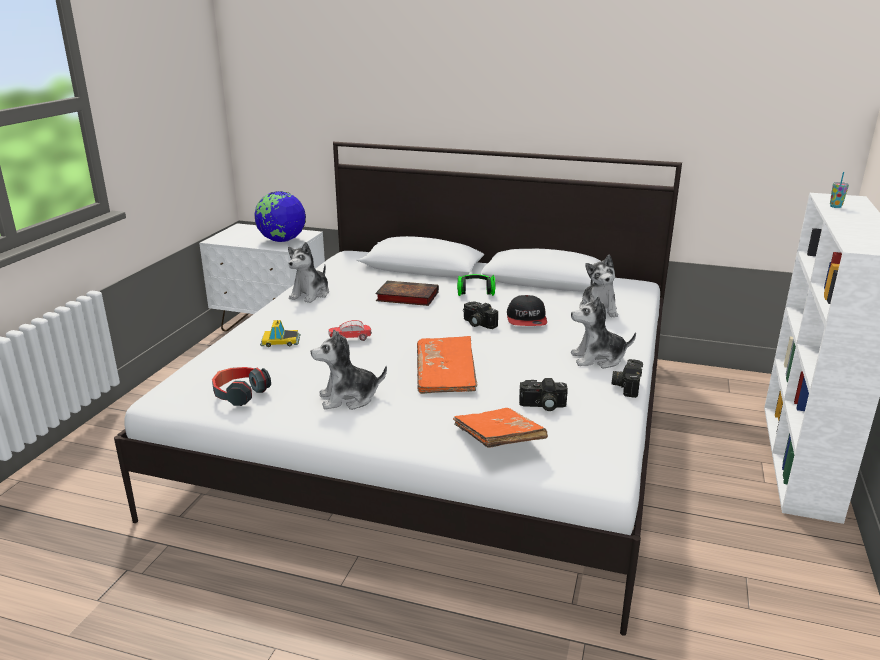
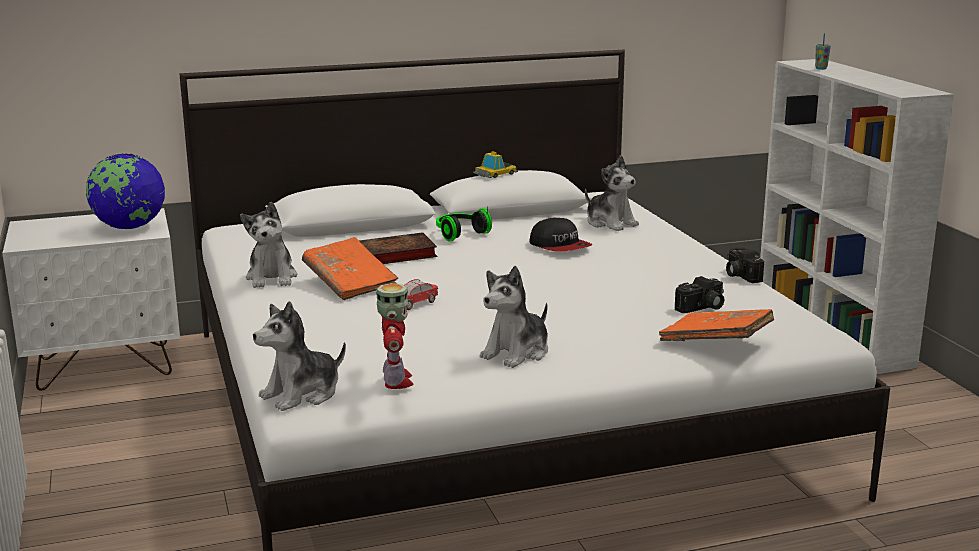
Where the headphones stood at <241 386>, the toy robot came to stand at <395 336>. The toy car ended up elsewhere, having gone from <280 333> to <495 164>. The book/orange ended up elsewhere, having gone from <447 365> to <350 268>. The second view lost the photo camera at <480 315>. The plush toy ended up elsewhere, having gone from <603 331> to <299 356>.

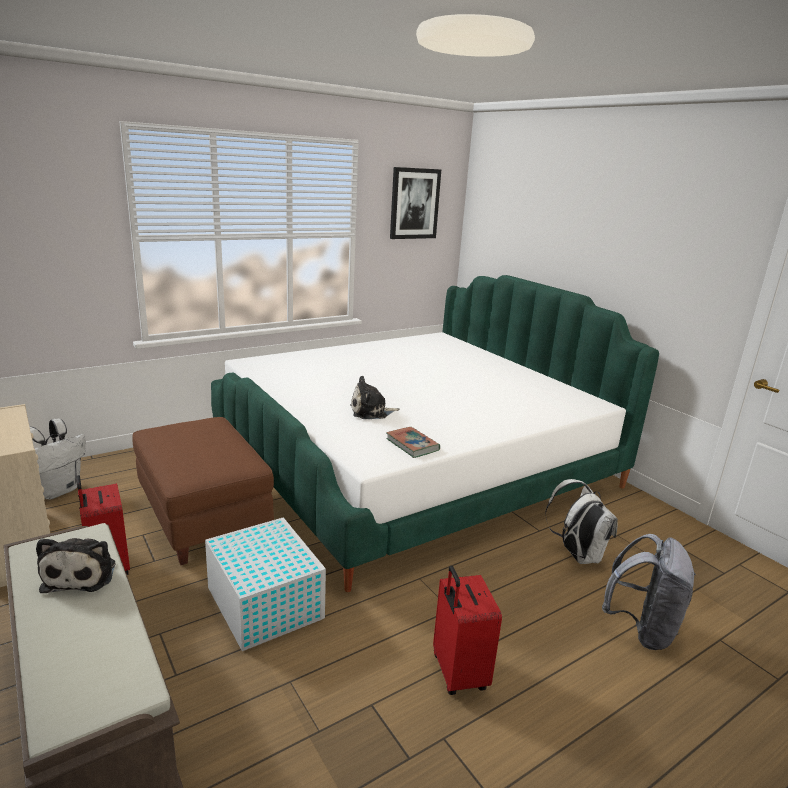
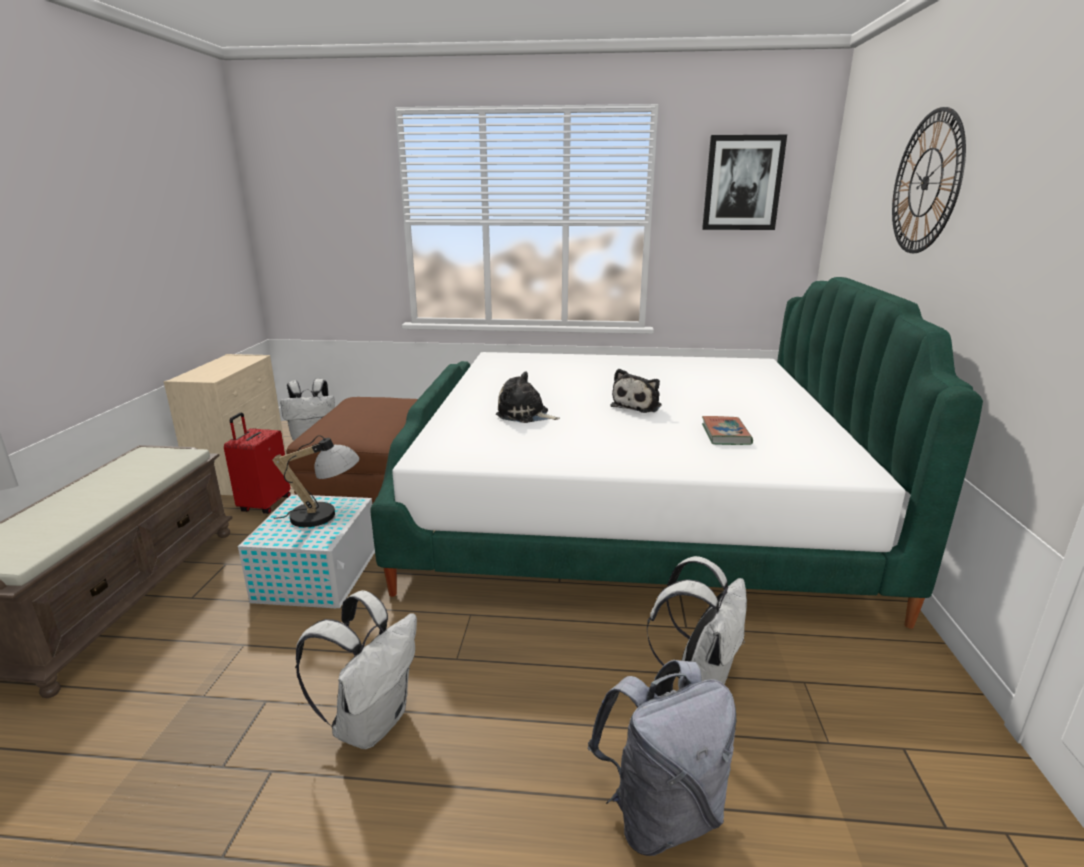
The plush toy ended up elsewhere, having gone from <75 565> to <636 391>. The book ended up elsewhere, having gone from <413 442> to <727 430>. Where the suitcase/red stood at <467 630>, the backpack/white came to stand at <356 669>. The second view gained the table lamp at <316 481>. The second view gained the wall clock at <929 180>.

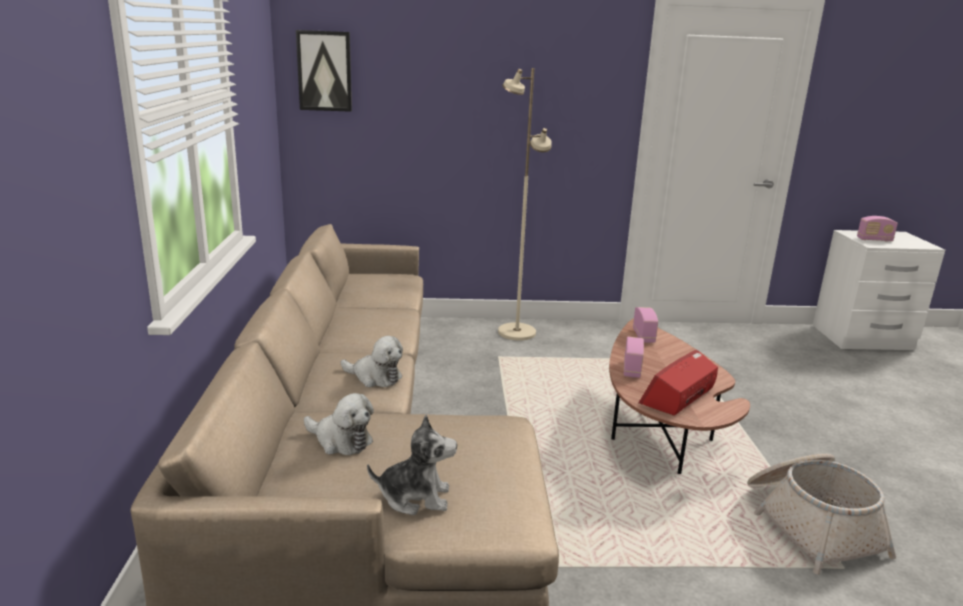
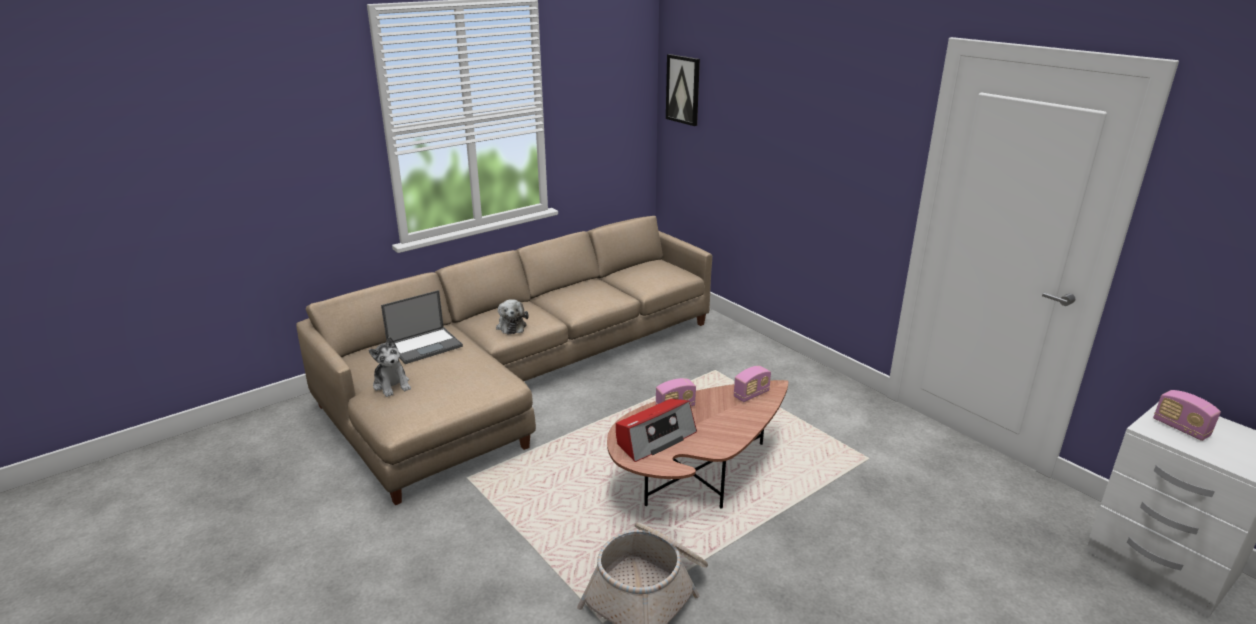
Where the plush toy stood at <339 424>, the laptop came to stand at <422 327>. The second view lost the floor lamp/beige at <525 204>. The radio at <678 382> ended up facing another way, 135 degrees clockwise from before.

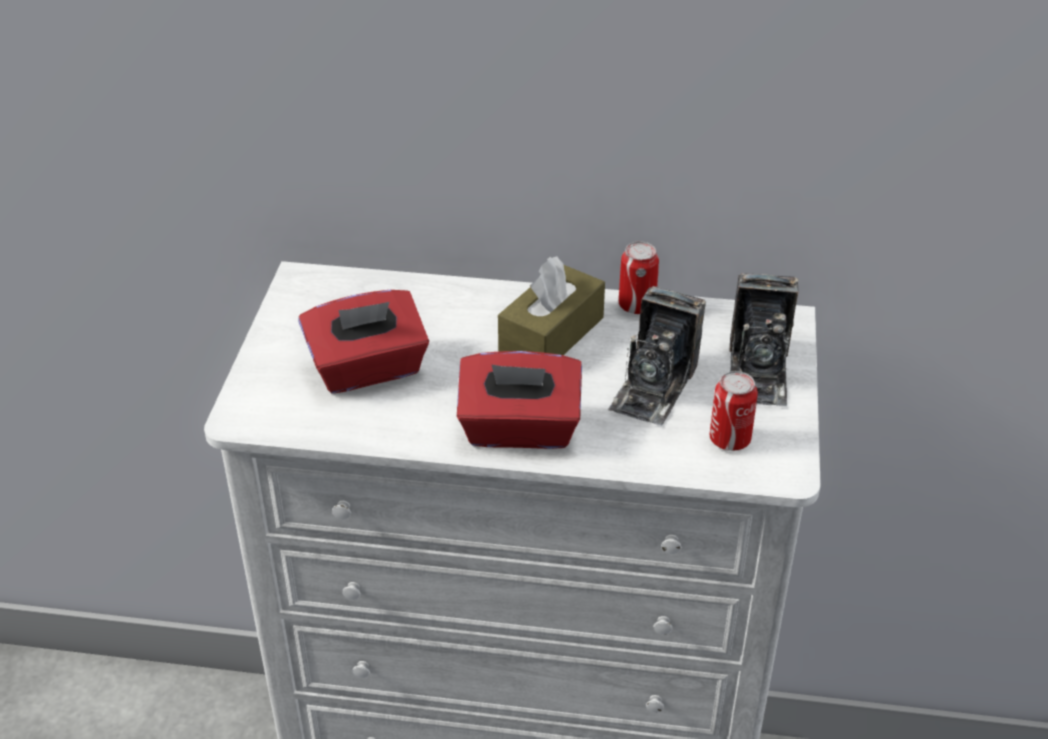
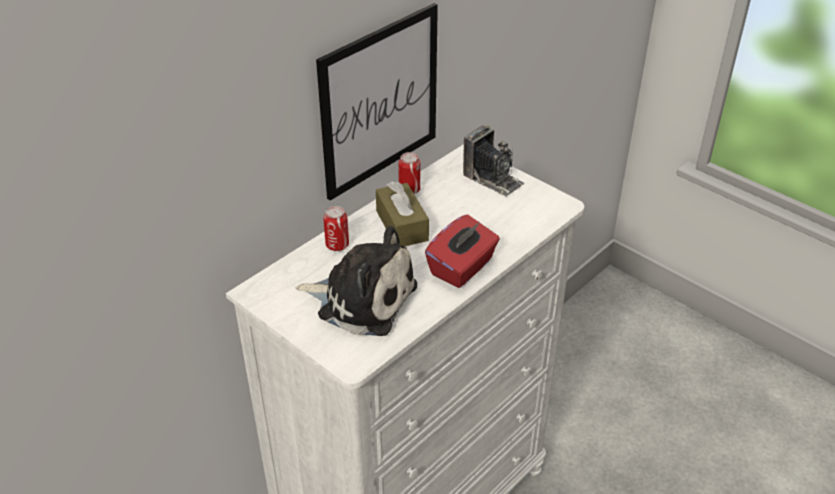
Where the tissue box/red stood at <364 342>, the plush toy came to stand at <356 281>. The second view lost the photo camera at <657 356>. The can ended up elsewhere, having gone from <733 411> to <336 228>. The second view gained the picture at <377 102>.

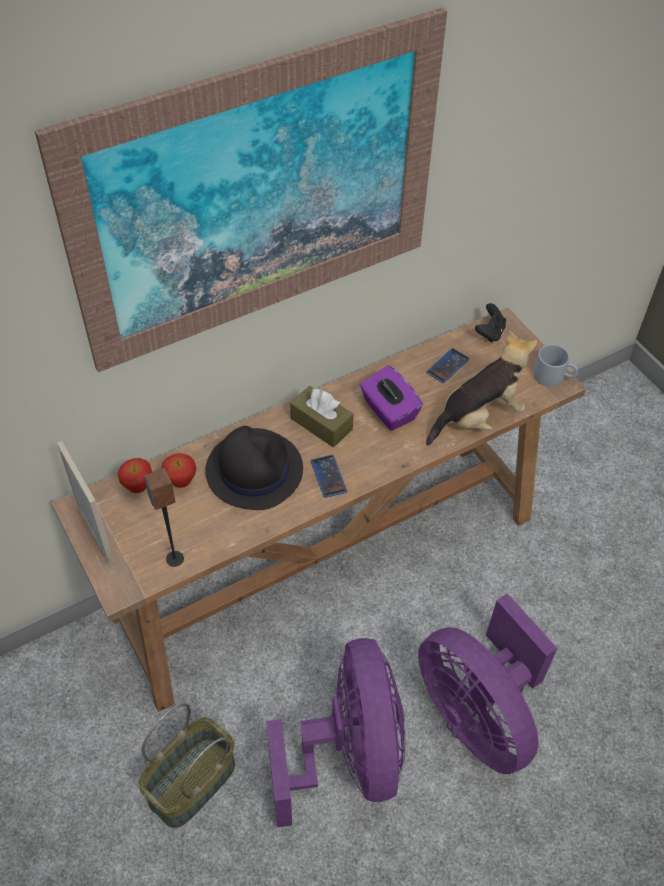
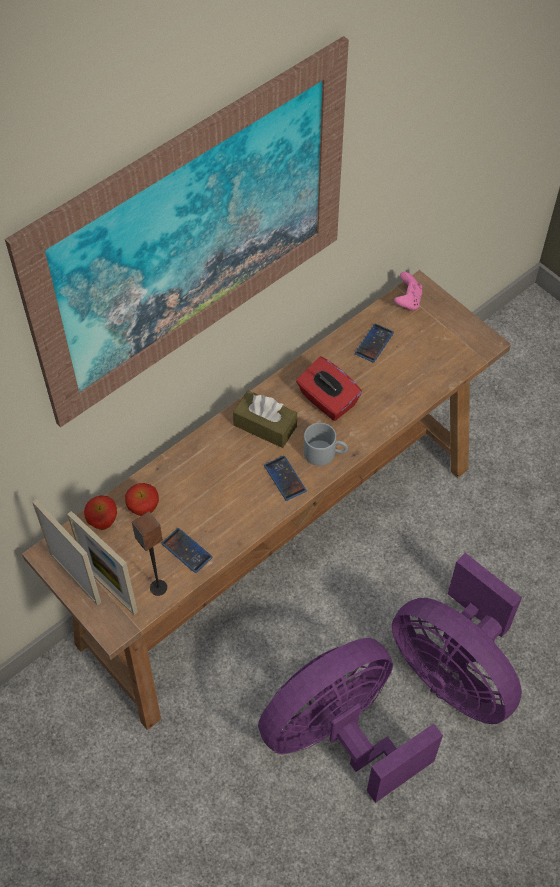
The second view lost the basket at <187 765>. The second view lost the hat/black at <254 468>. The fan/purple at <335 733> ended up facing another way, 105 degrees counterclockwise from before. What was the tissue box/purple at <391 398> turned into the tissue box/red at <329 389>. The second view lost the plush toy at <481 387>. What was the game controller/black at <490 323> turned into the game controller/pink at <408 291>. The mug/grey ended up elsewhere, having gone from <555 365> to <325 444>. The second view gained the picture frame at <102 563>. The second view gained the phone at <186 550>.

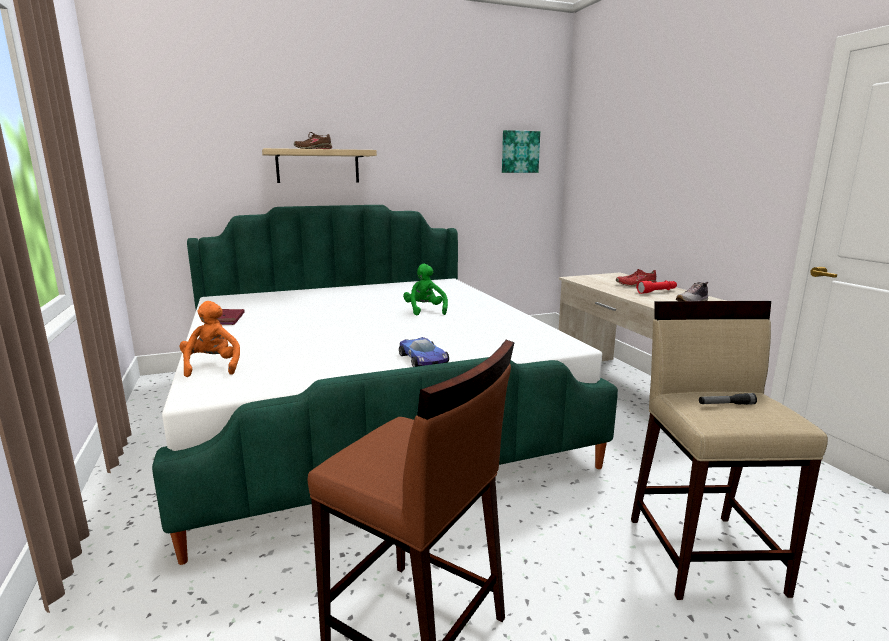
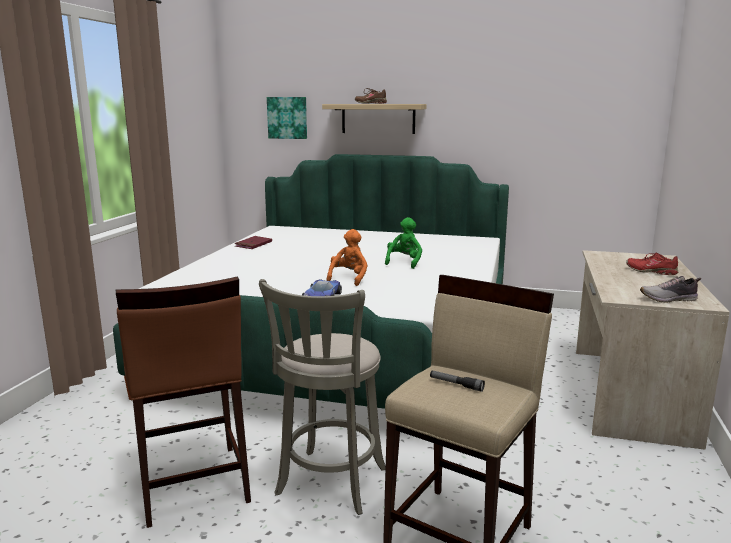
The plush toy/orange ended up elsewhere, having gone from <210 339> to <347 257>. The picture ended up elsewhere, having gone from <521 151> to <287 118>. The second view lost the flashlight/red at <656 287>. The second view gained the stool/grey at <322 397>.

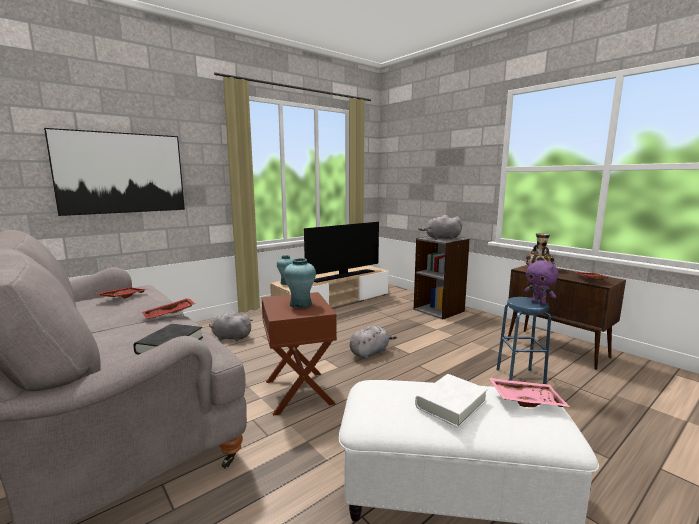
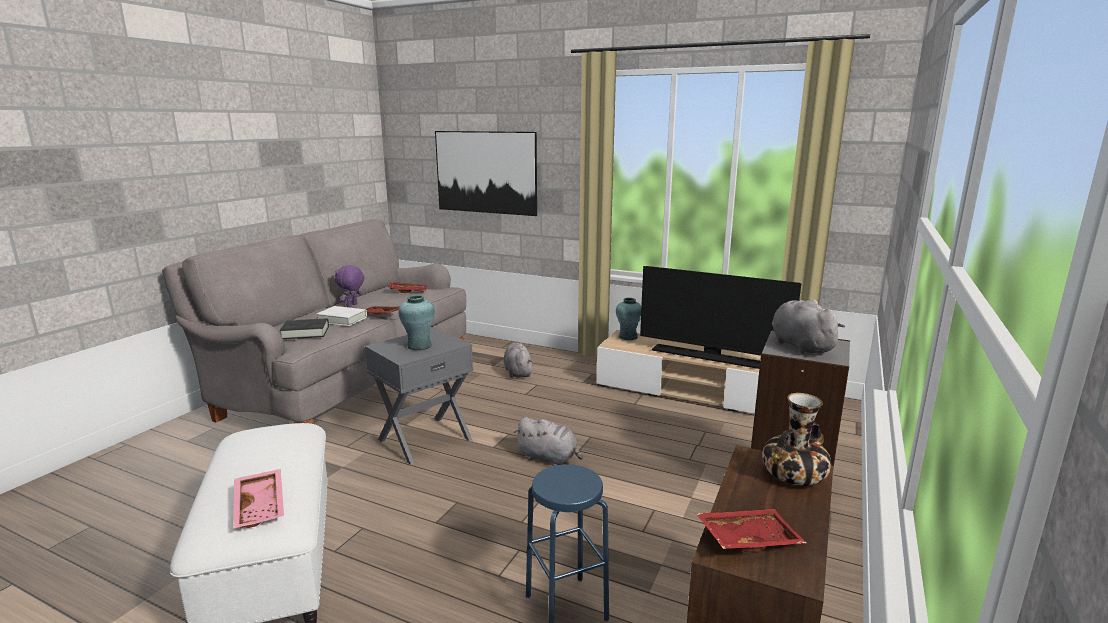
What was the side table/brown at <299 354> turned into the side table/grey at <419 396>. The book/white ended up elsewhere, having gone from <451 401> to <341 316>. The plush toy/purple ended up elsewhere, having gone from <541 282> to <349 286>.

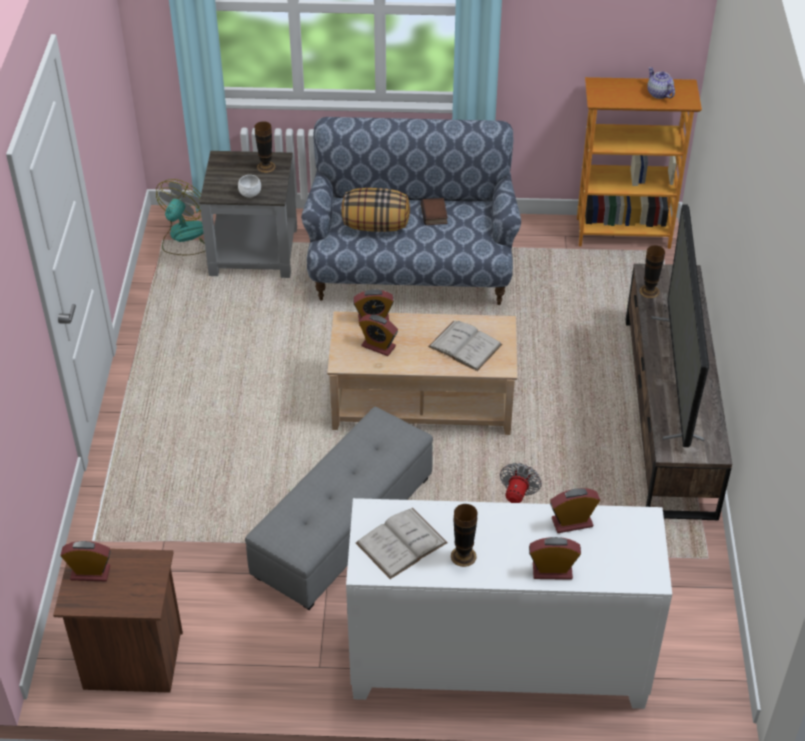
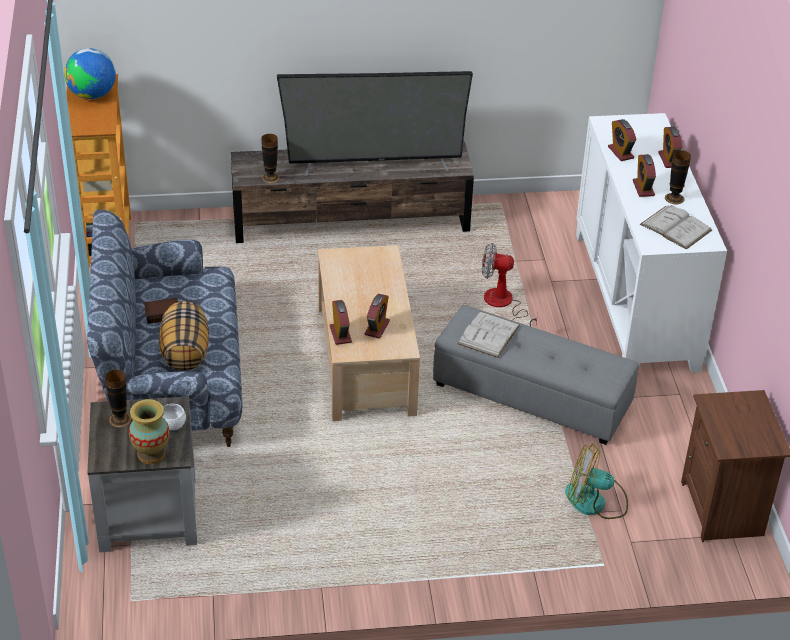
The alarm clock ended up elsewhere, having gone from <85 561> to <644 175>. The fan ended up elsewhere, having gone from <181 217> to <596 481>. The book/white ended up elsewhere, having gone from <465 345> to <489 335>. Where the teapot stood at <661 83>, the globe came to stand at <90 73>. The second view gained the vase at <149 431>.

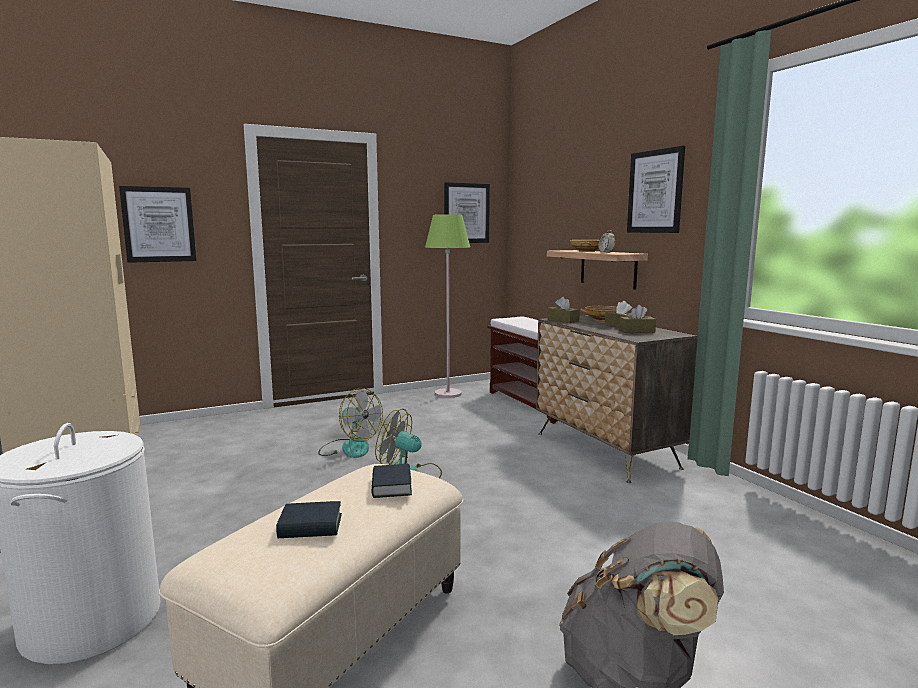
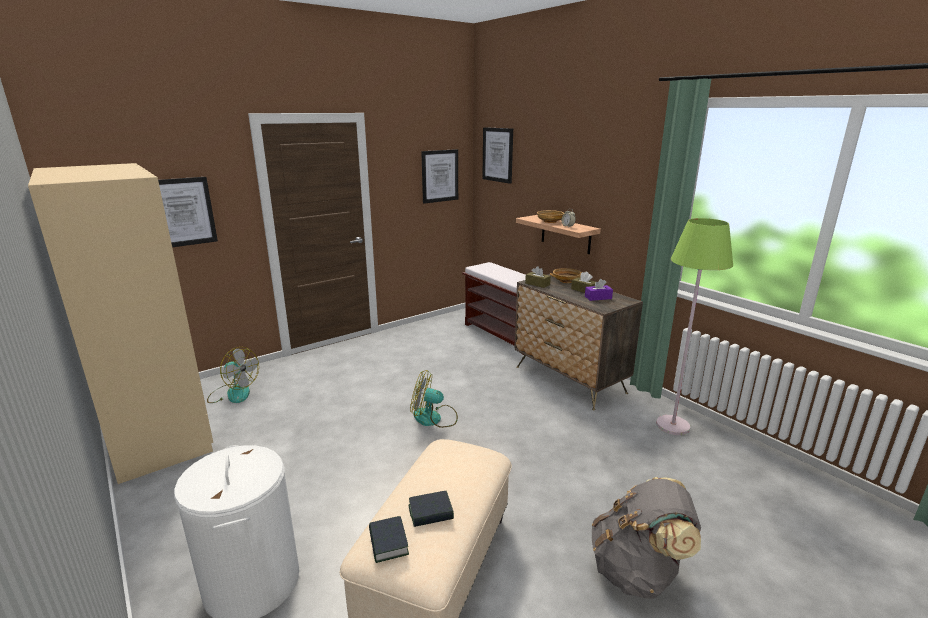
The fan ended up elsewhere, having gone from <350 423> to <233 375>. The book ended up elsewhere, having gone from <392 481> to <389 539>. The floor lamp/green ended up elsewhere, having gone from <447 306> to <694 326>. What was the tissue box/brown at <637 319> turned into the tissue box/purple at <599 290>. The picture ended up elsewhere, having gone from <656 189> to <497 155>.

